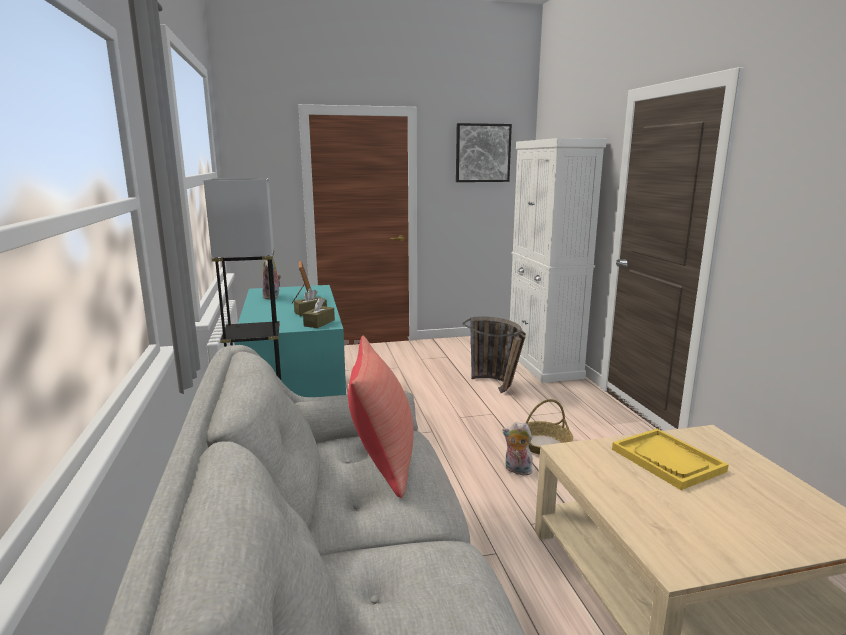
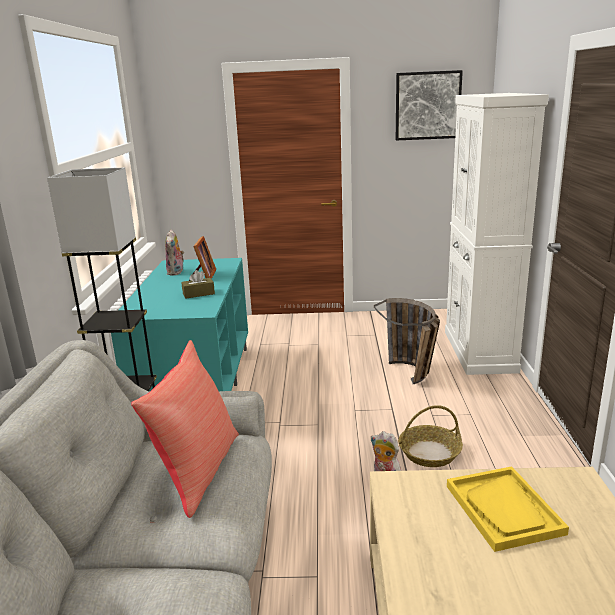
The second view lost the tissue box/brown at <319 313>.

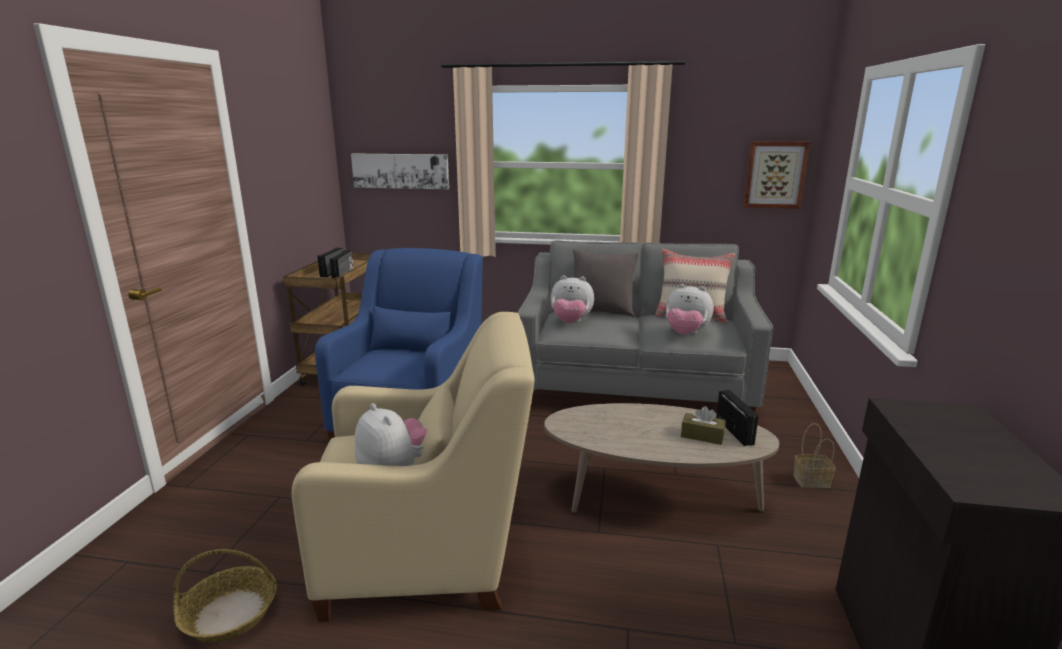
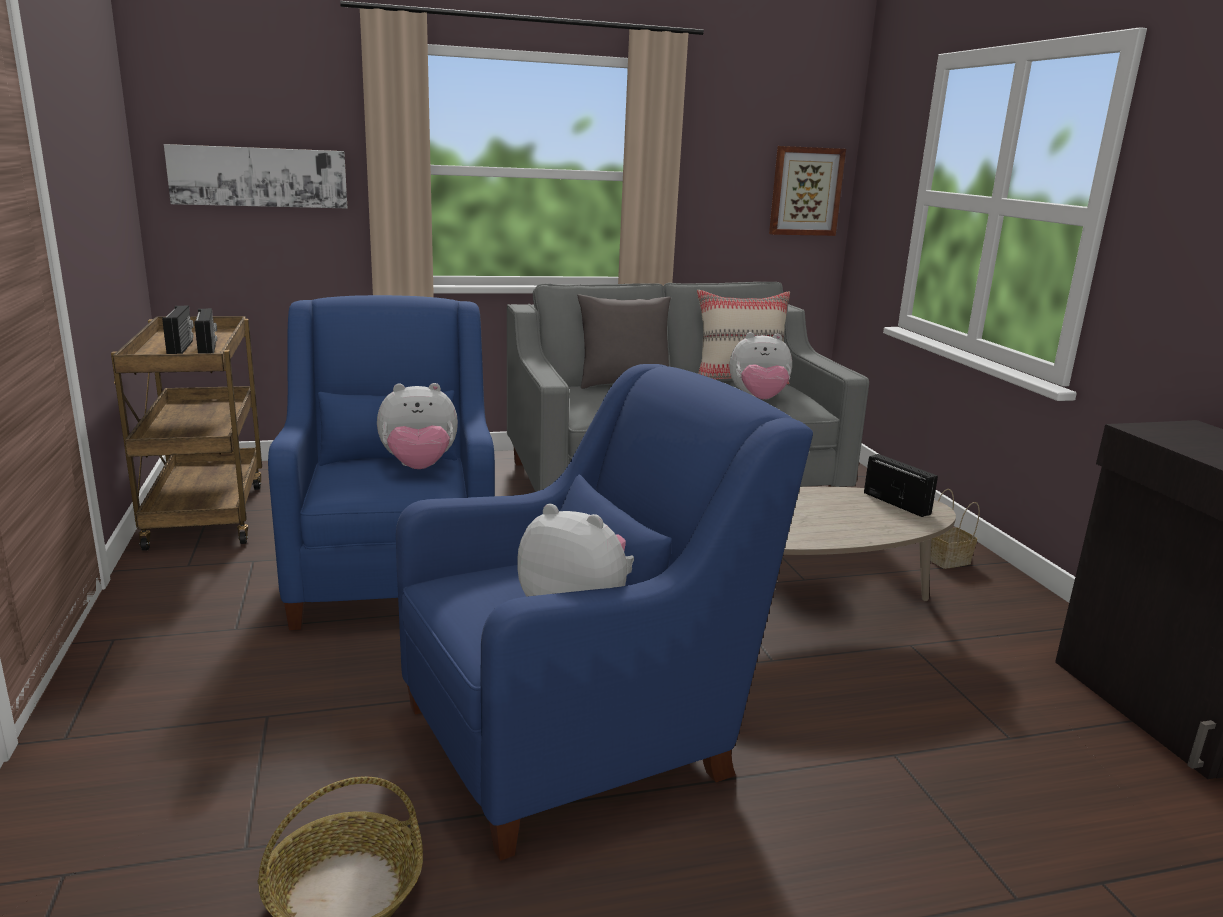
What was the armchair/beige at <413 467> turned into the armchair/blue at <604 612>. The plush toy ended up elsewhere, having gone from <572 299> to <417 426>. The second view lost the tissue box/brown at <703 425>.

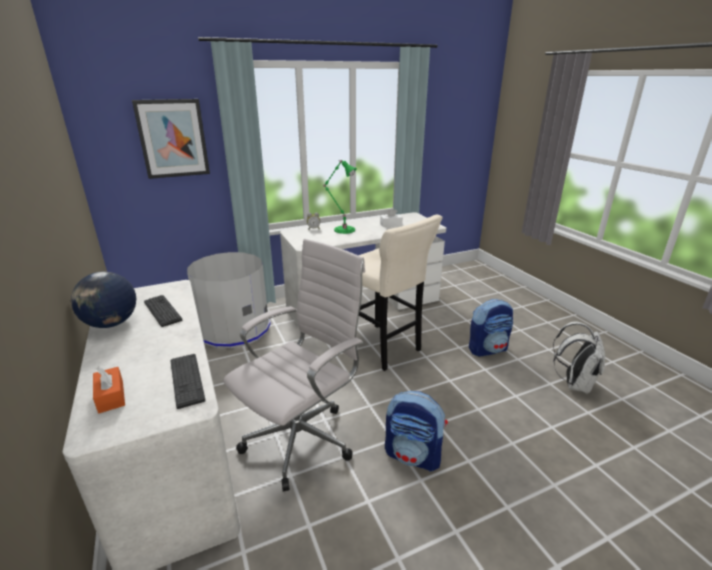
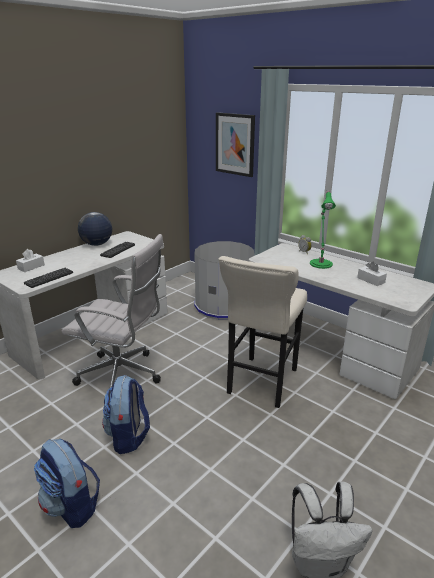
What was the tissue box/orange at <109 390> turned into the tissue box/white at <30 260>. The backpack ended up elsewhere, having gone from <491 328> to <67 483>.

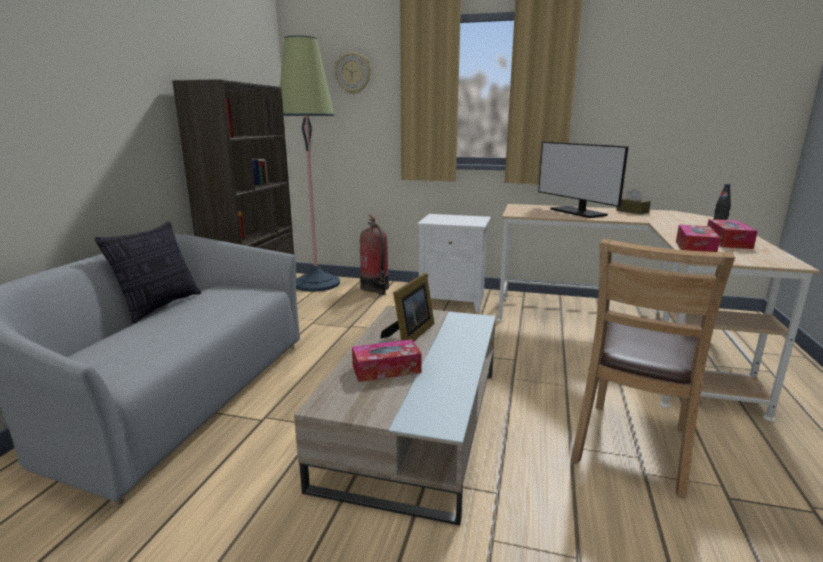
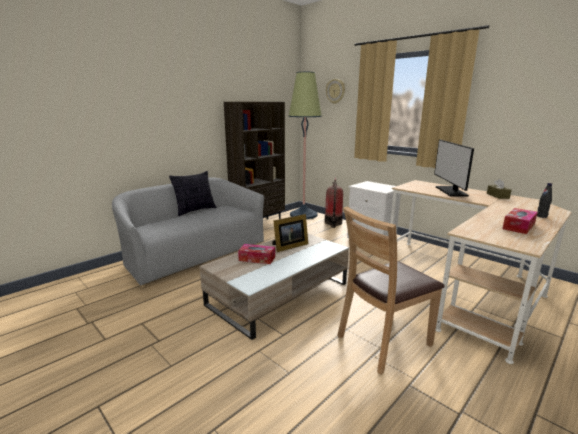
The second view lost the tissue box at <698 238>.

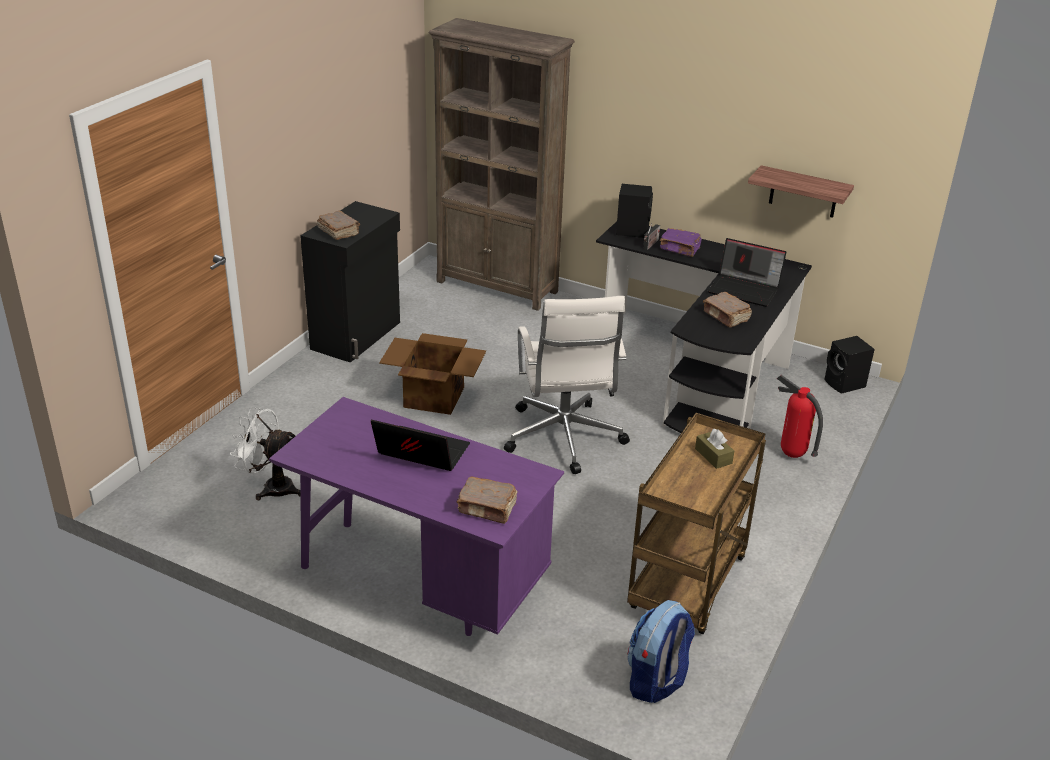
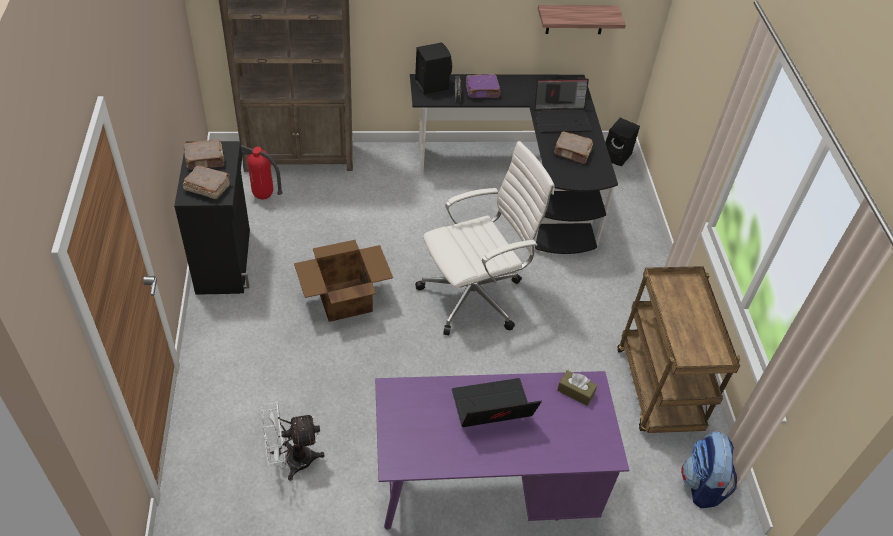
The book/brown ended up elsewhere, having gone from <486 500> to <204 154>. The office chair/white at <567 385> ended up facing another way, 75 degrees counterclockwise from before. The tissue box/brown ended up elsewhere, having gone from <714 449> to <577 388>. The fire extinguisher ended up elsewhere, having gone from <800 416> to <262 172>.

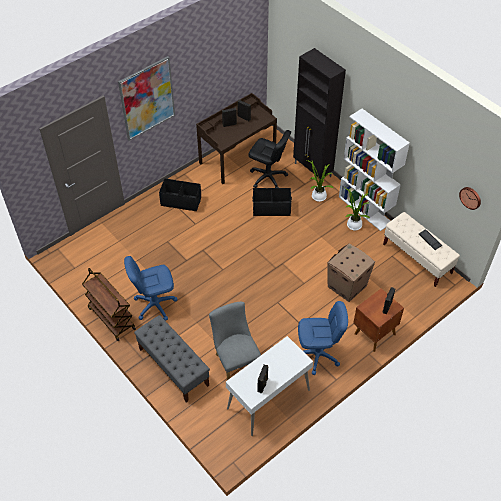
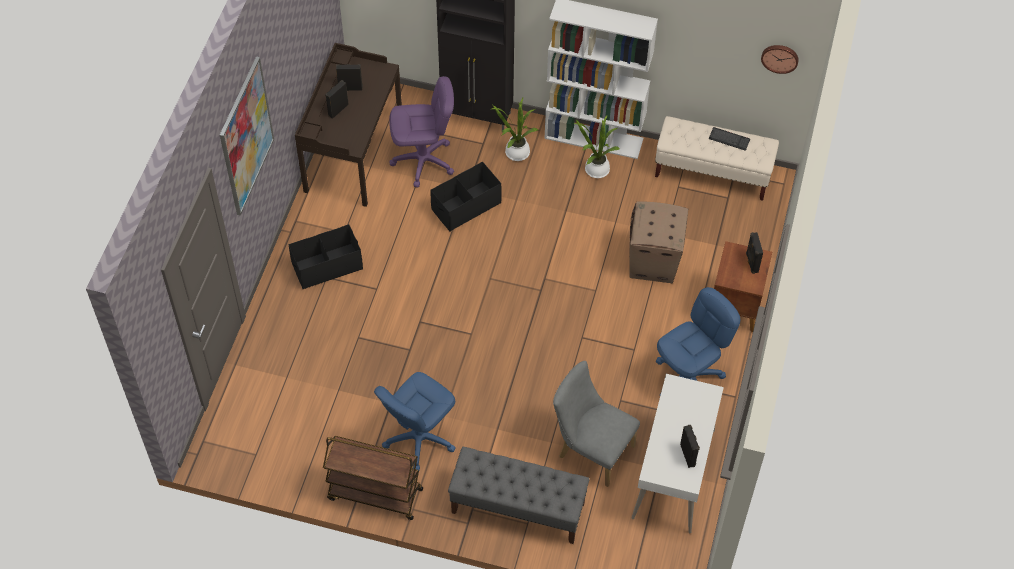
What was the office chair/black at <269 159> turned into the office chair/purple at <421 131>.

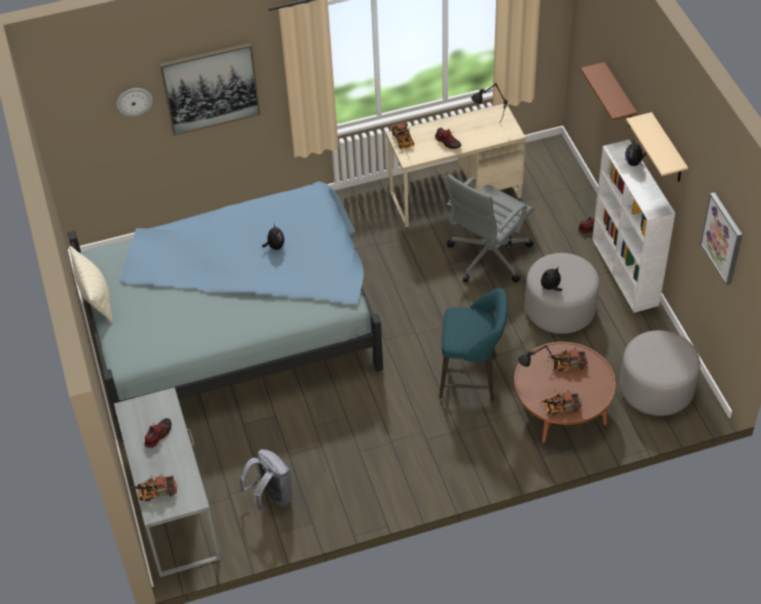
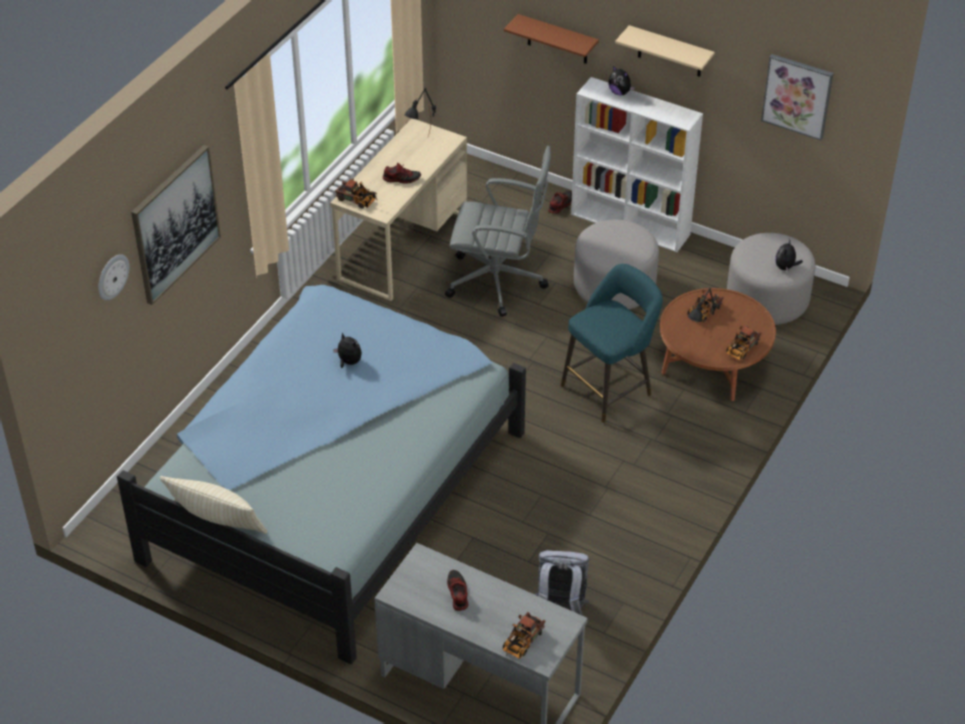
The office chair/grey at <490 228> ended up facing another way, 75 degrees counterclockwise from before. The plush toy ended up elsewhere, having gone from <551 279> to <789 255>.

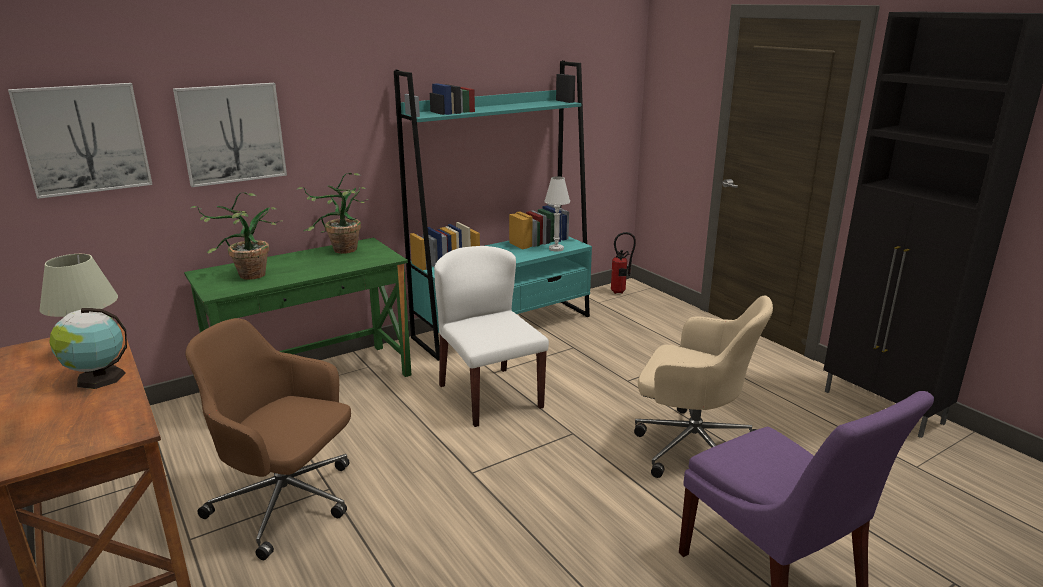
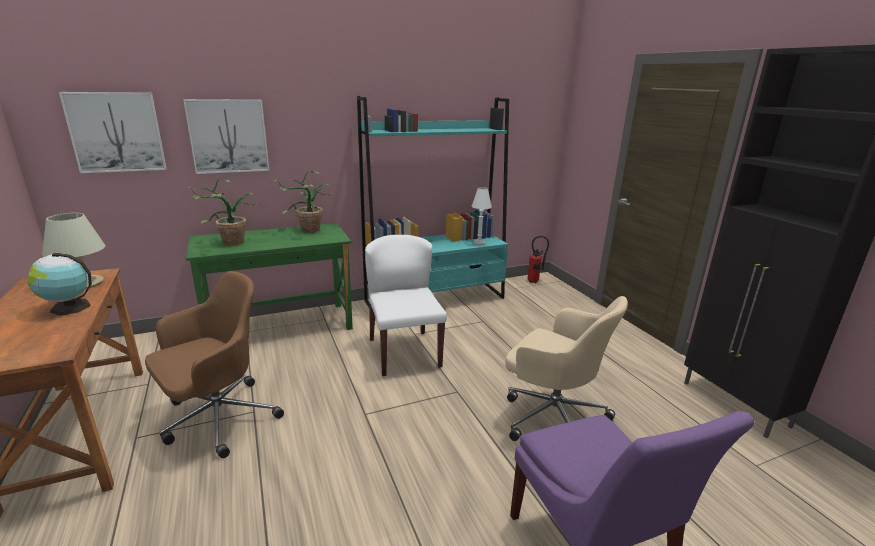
The office chair/brown at <268 439> ended up facing another way, 105 degrees clockwise from before.

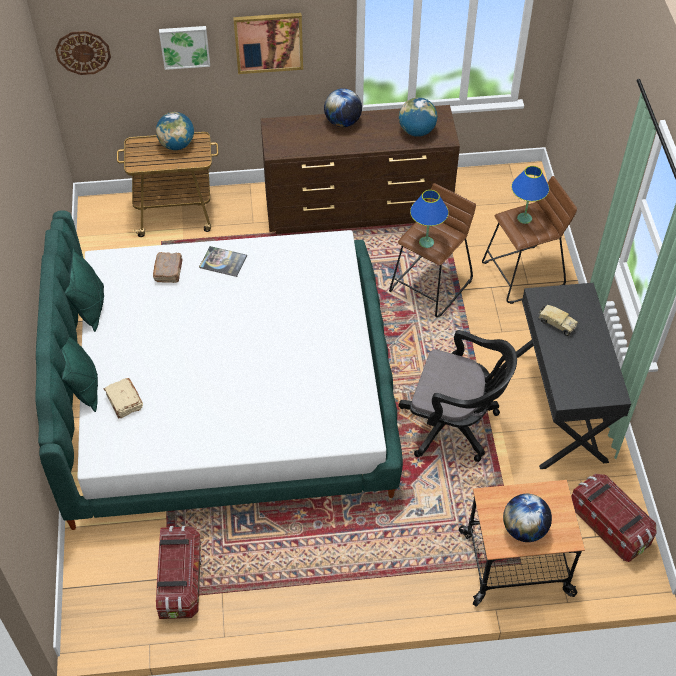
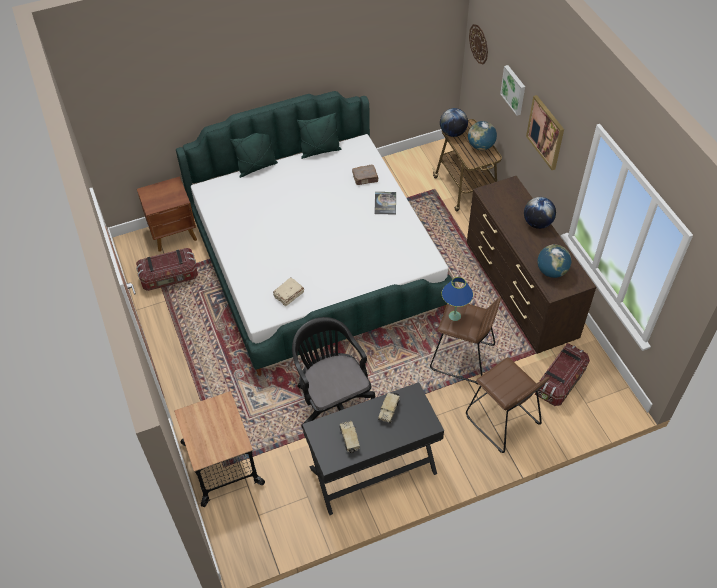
The book/beige ended up elsewhere, having gone from <123 398> to <288 291>. The office chair/black at <457 396> ended up facing another way, 150 degrees clockwise from before. The globe ended up elsewhere, having gone from <527 518> to <454 122>. The second view lost the table lamp/blue at <530 195>. The storage box ended up elsewhere, having gone from <613 518> to <562 374>. The second view gained the nightstand/brown at <167 214>. The second view gained the toy truck at <350 437>.

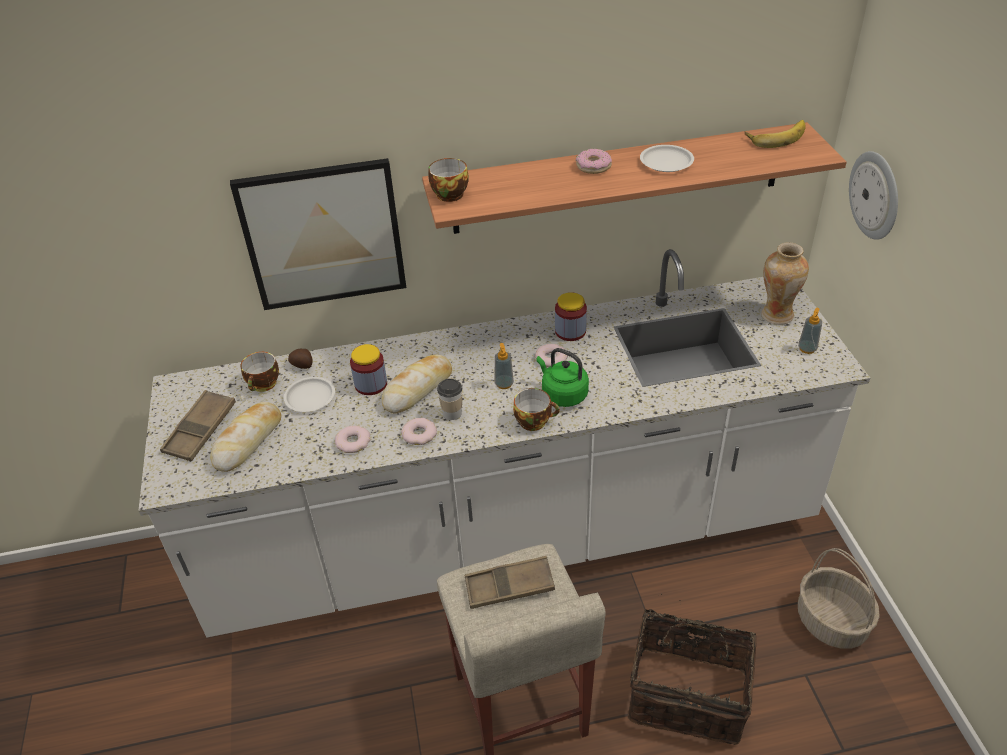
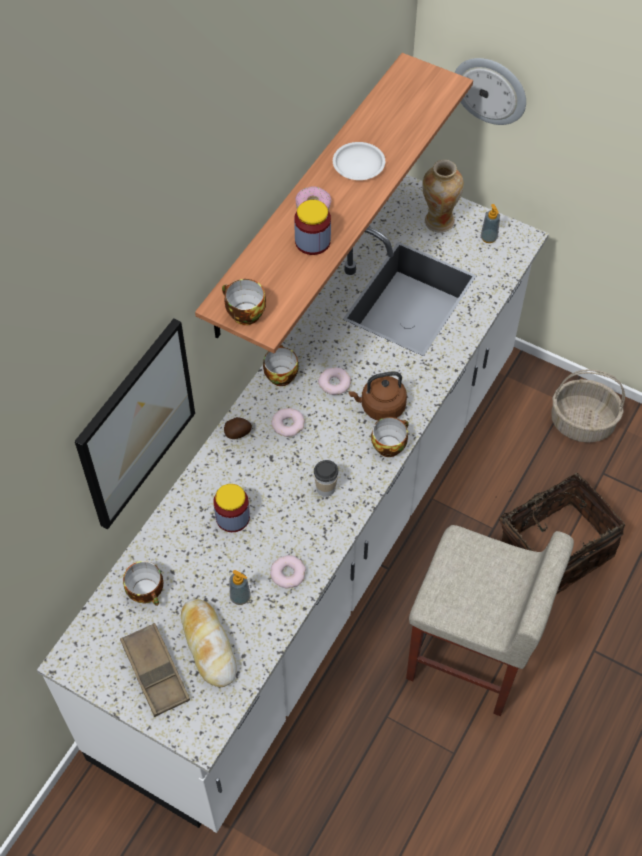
The second view lost the plate/white at <309 394>. The potato ended up elsewhere, having gone from <300 359> to <238 428>. The second view lost the bread at <417 384>. The donut ended up elsewhere, having gone from <419 431> to <288 422>. The second view lost the tray/brown at <509 582>. The soap dispenser ended up elsewhere, having gone from <504 366> to <240 587>. What was the kettle/green at <562 377> turned into the kettle/brown at <378 395>. The jar ended up elsewhere, having gone from <571 316> to <312 227>. The second view lost the banana at <775 134>. The second view gained the cup at <281 365>.

